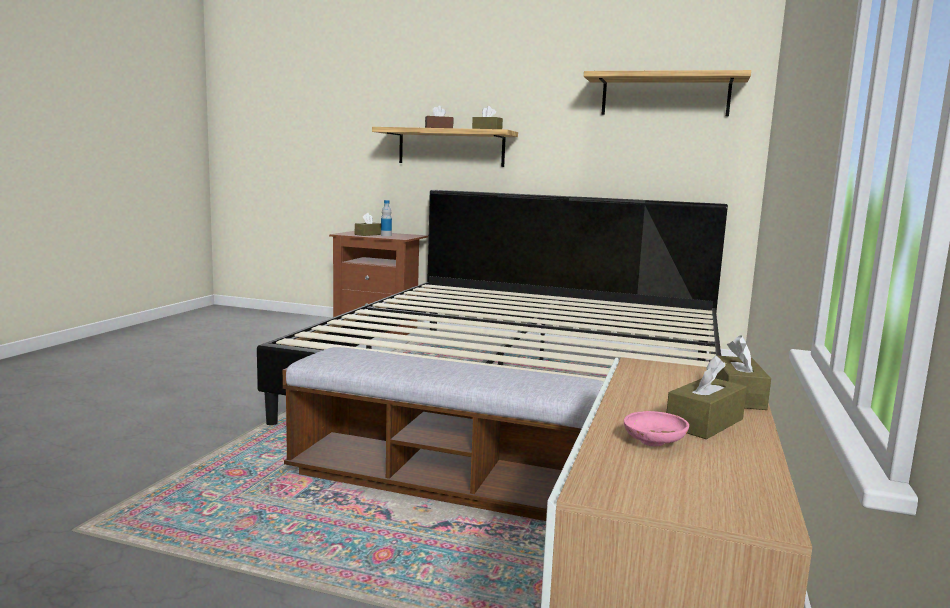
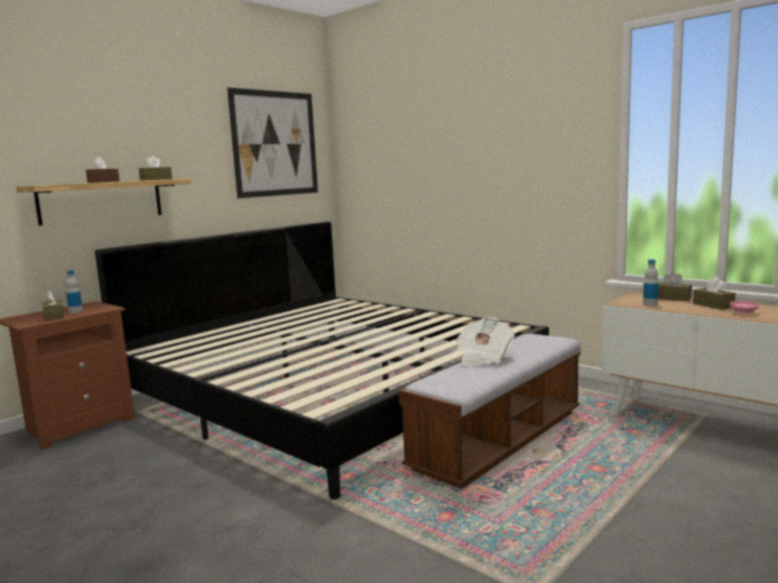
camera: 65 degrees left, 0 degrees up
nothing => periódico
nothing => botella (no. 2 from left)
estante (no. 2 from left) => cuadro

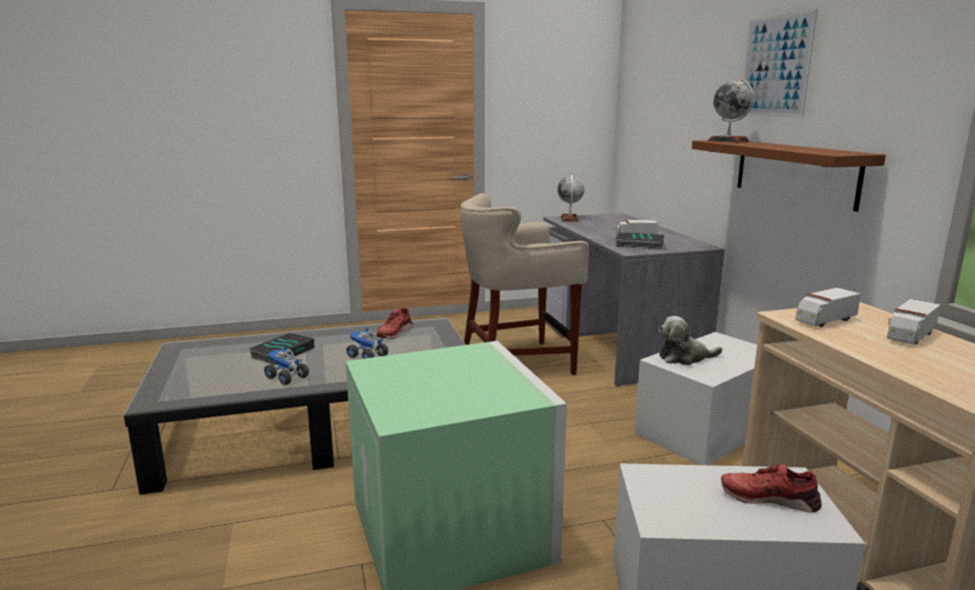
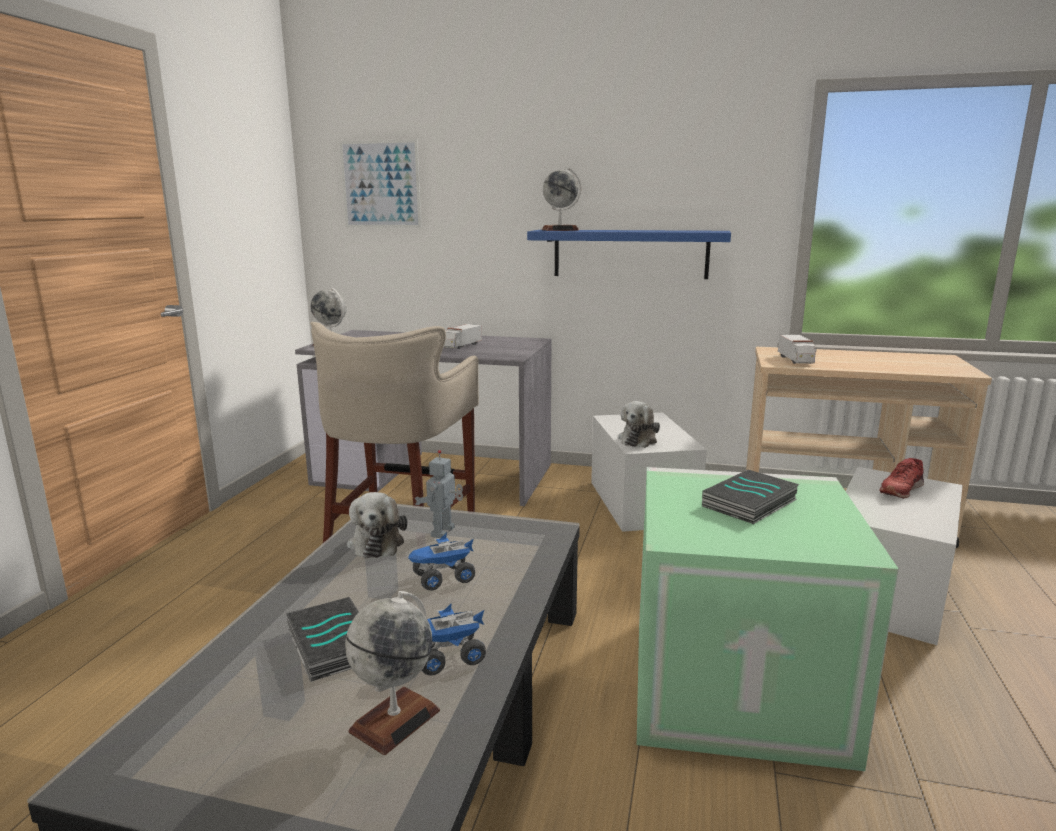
camera: 60 degrees left, 0 degrees up
camión de juguete (no. 5 from left) => nothing
nothing => globo terráqueo (no. 2 from left)
nothing => robot de juguete
libro (no. 2 from left), relocated
cuadro, relocated
zapato/rojo (no. 1 from left) => peluche (no. 1 from left)
estante/marrón => estante/azul

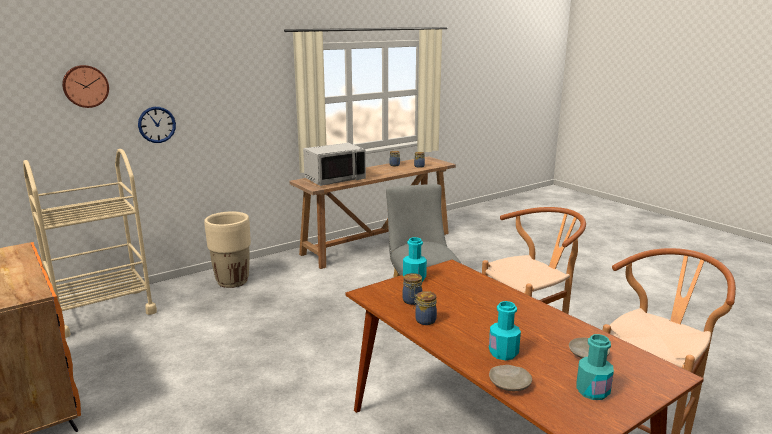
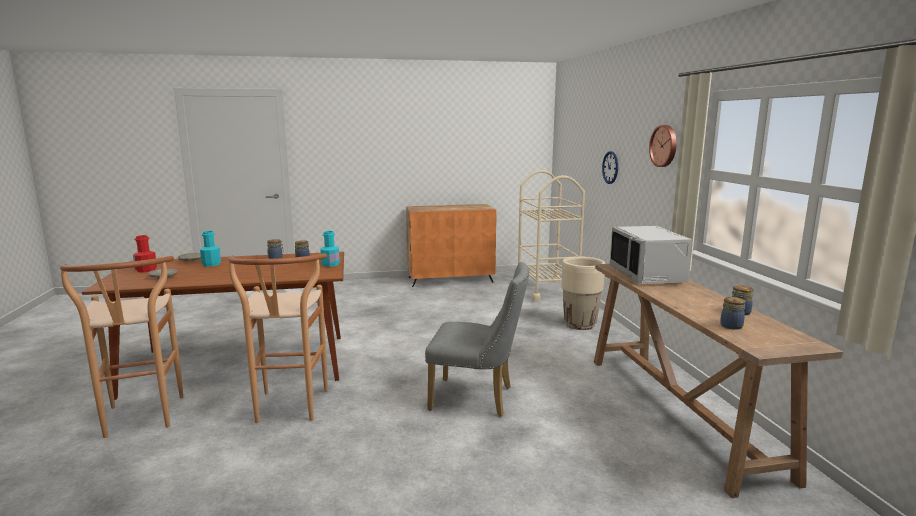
camera: 115 degrees right, 5 degrees down
reloj de pared (no. 1 from left in the first image) => reloj de pared (no. 2 from left), relocated
botella/turquesa (no. 3 from left) => botella/rojo

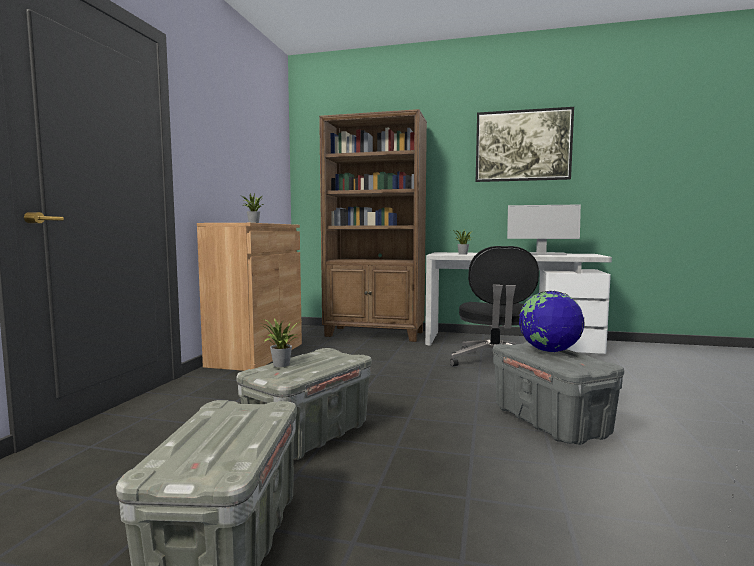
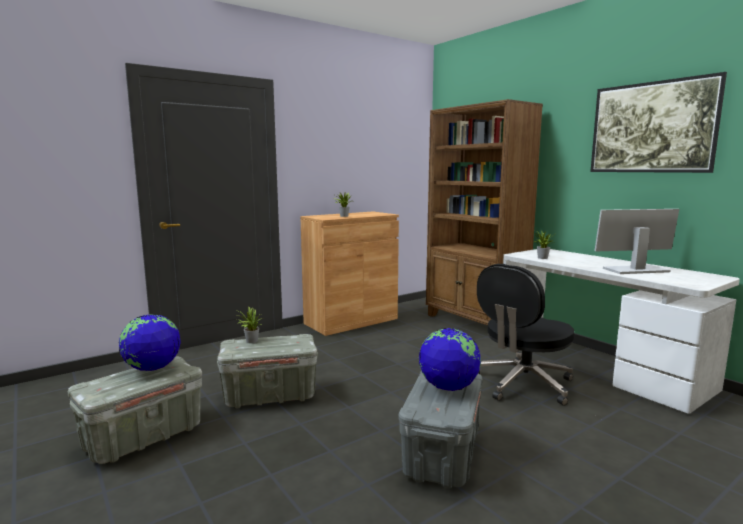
camera: 40 degrees right, 5 degrees up
nothing => globo terráqueo (no. 1 from left)
monitor, 120 degrees clockwise

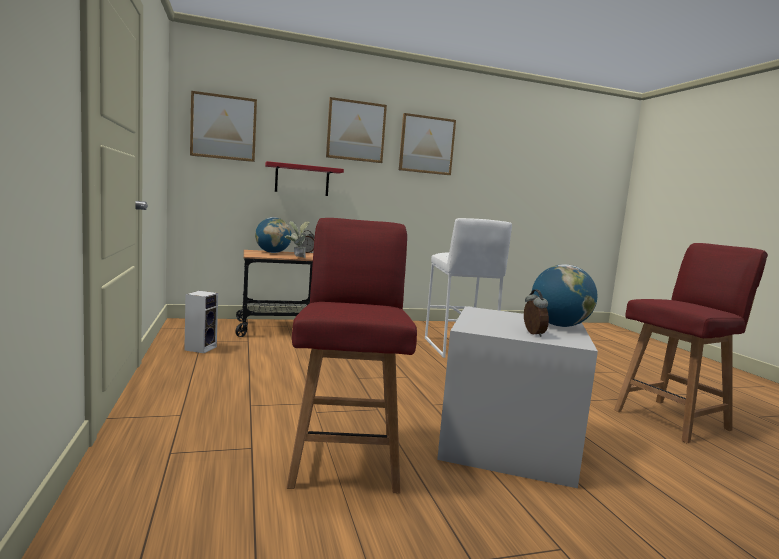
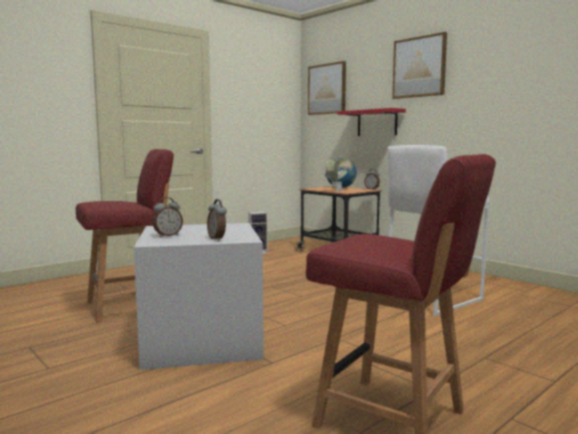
camera: 65 degrees right, 0 degrees up
cuadro (no. 3 from left) => nothing
globo terráqueo (no. 2 from left) => despertador (no. 2 from left)

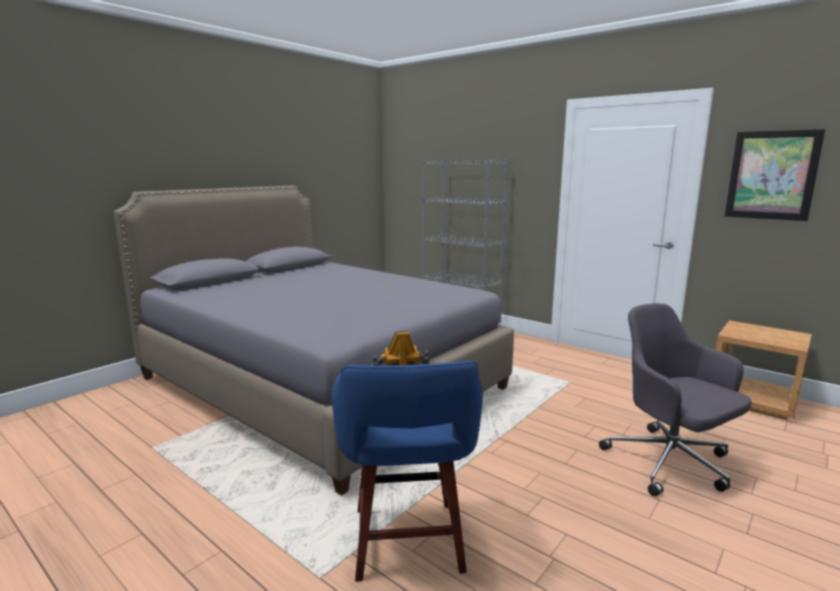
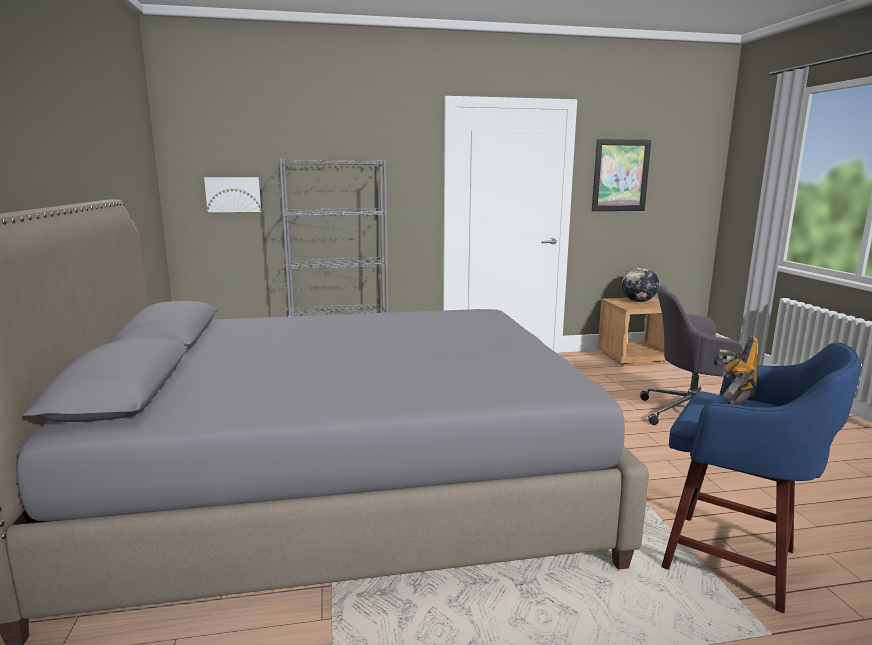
camera: 50 degrees left, 0 degrees up
nothing => cuadro (no. 1 from left)
nothing => globo terráqueo

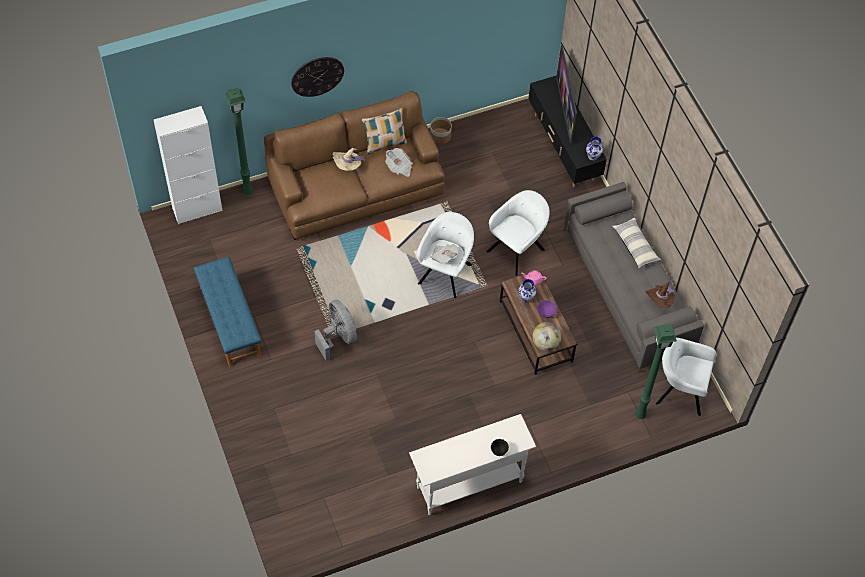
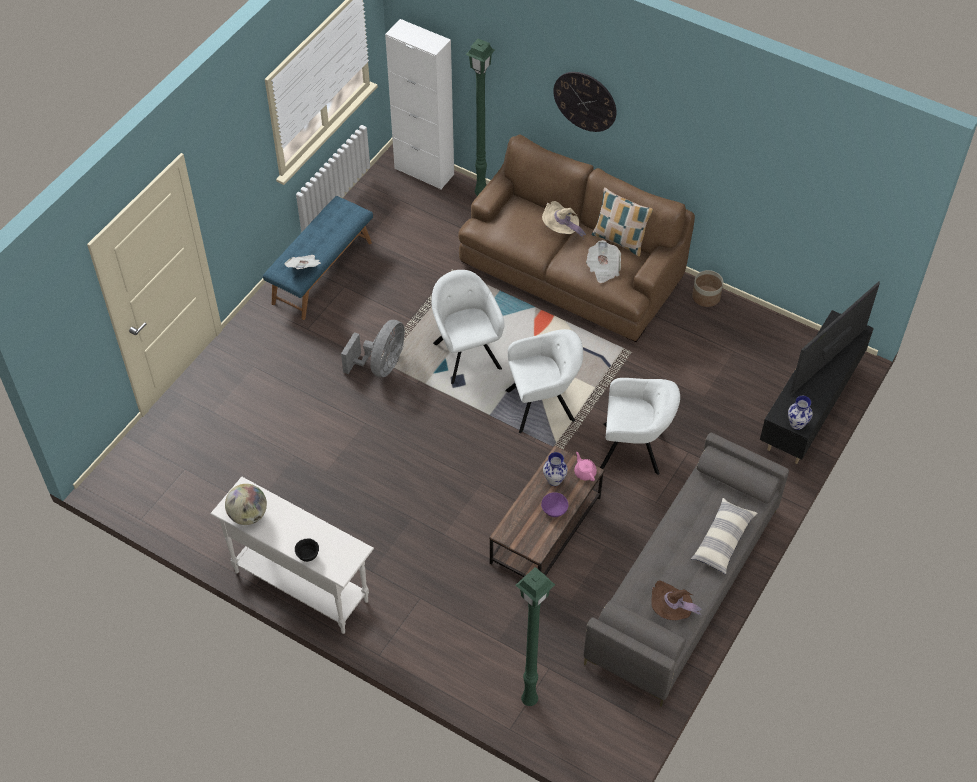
camera: 55 degrees right, 5 degrees down
periódico (no. 2 from left in the first image) => periódico (no. 1 from left), relocated
globo terráqueo, relocated
sillón/blanco (no. 3 from left in the first image) => sillón/blanco (no. 1 from left), relocated

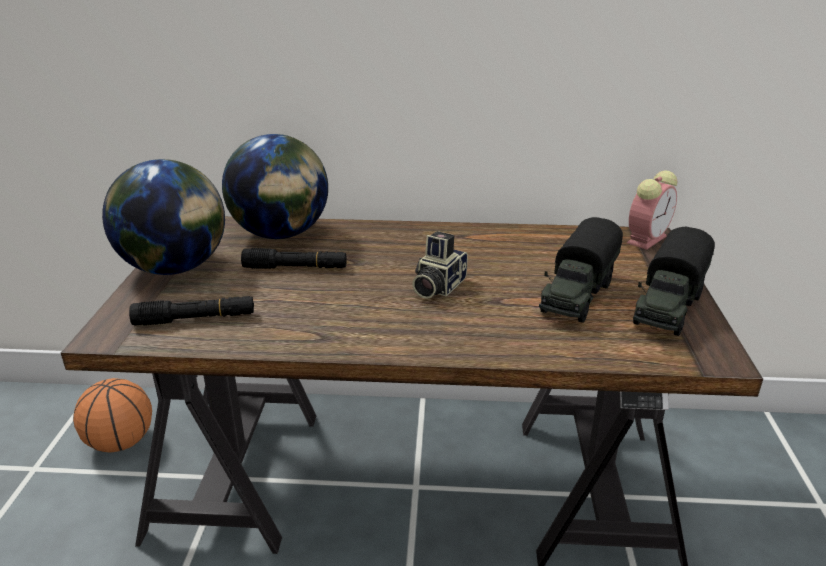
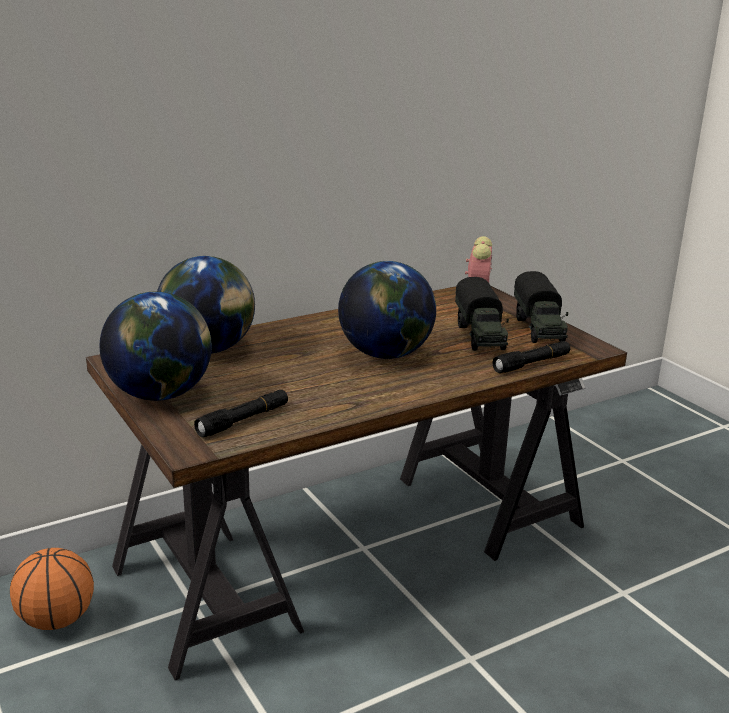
camera: 35 degrees left, 5 degrees down
linterna/negro (no. 2 from left), relocated
cámara => globo terráqueo (no. 3 from left)

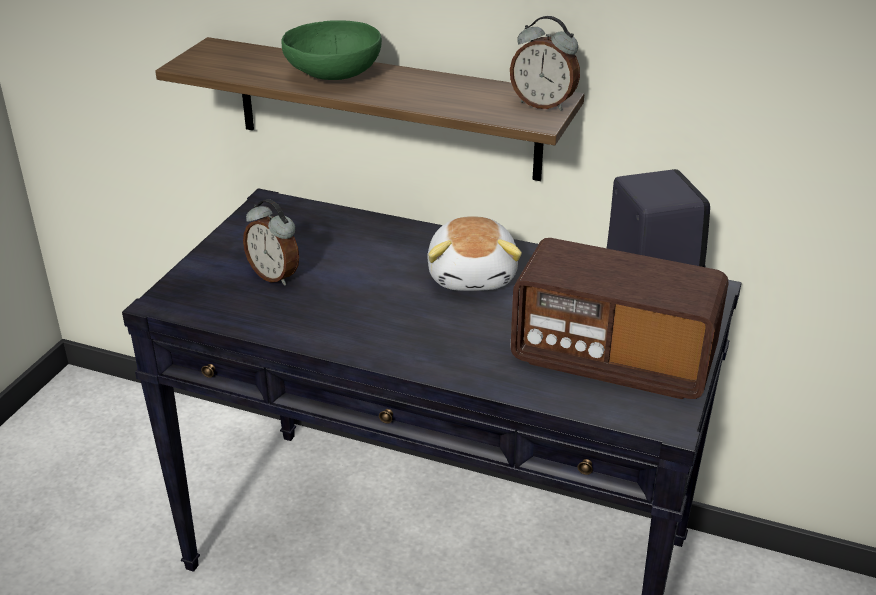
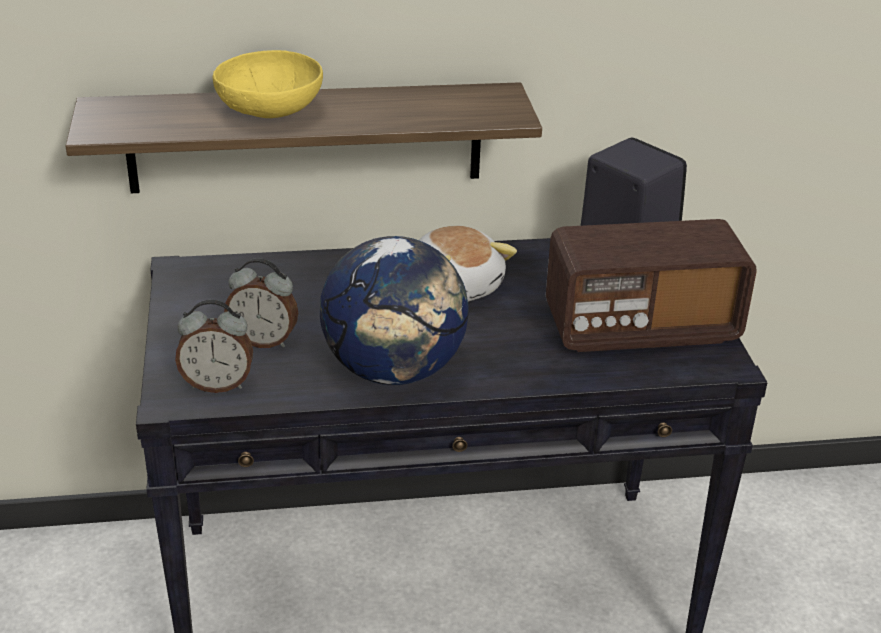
camera: 30 degrees left, 0 degrees up
nothing => globo terráqueo
despertador (no. 2 from left in the first image) => despertador (no. 1 from left), relocated
cuenco/verde => cuenco/amarillo

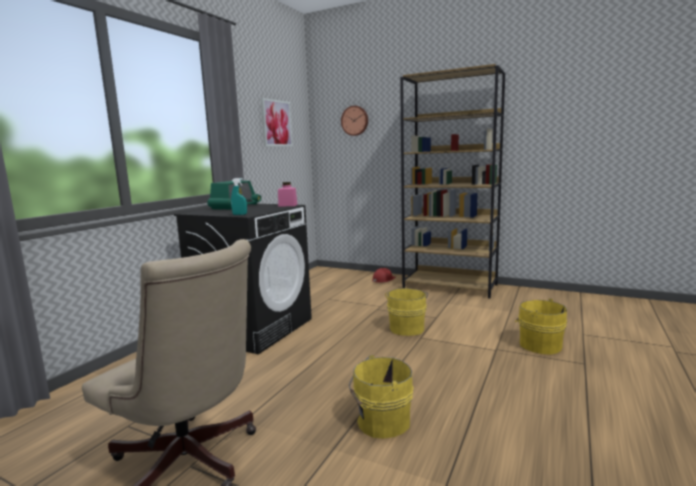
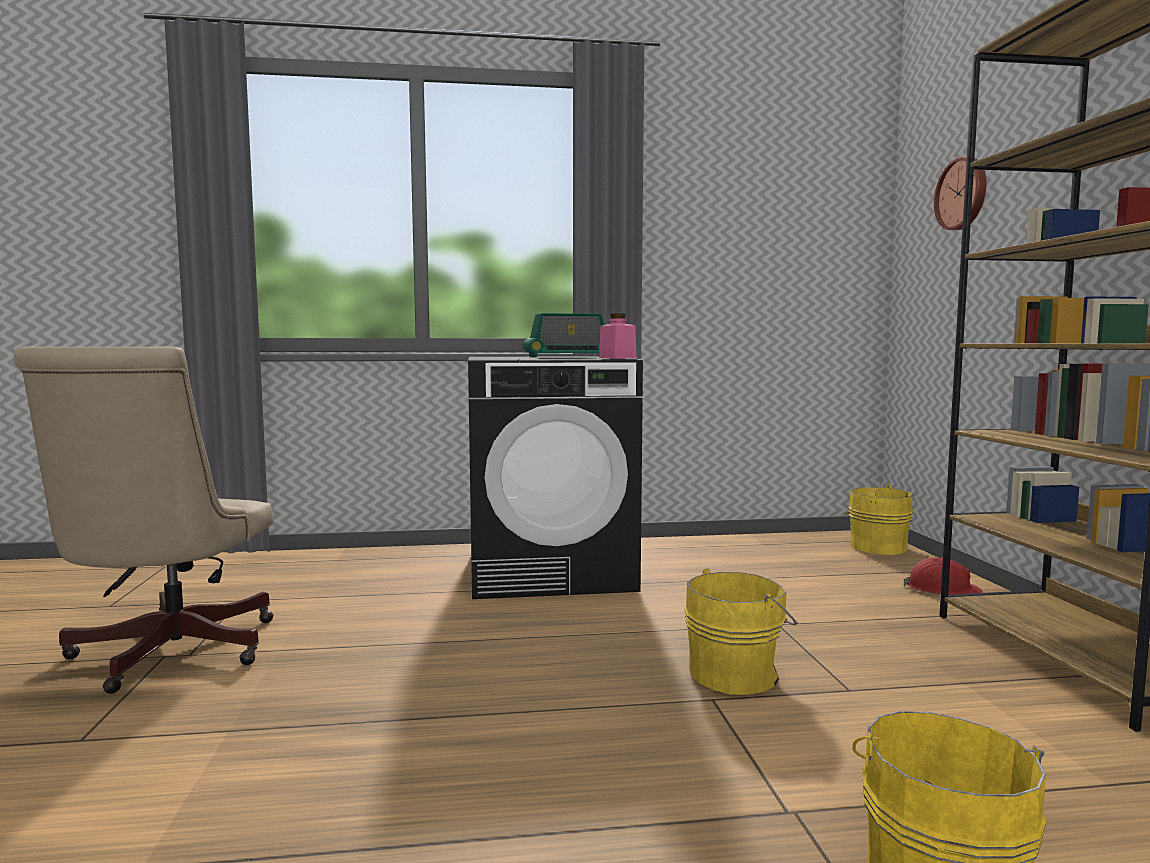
camera: 55 degrees right, 5 degrees down
pulverizador/turquesa => nothing
cuadro => nothing
cubo/amarillo (no. 1 from left in the first image) => cubo/amarillo (no. 2 from left), relocated

